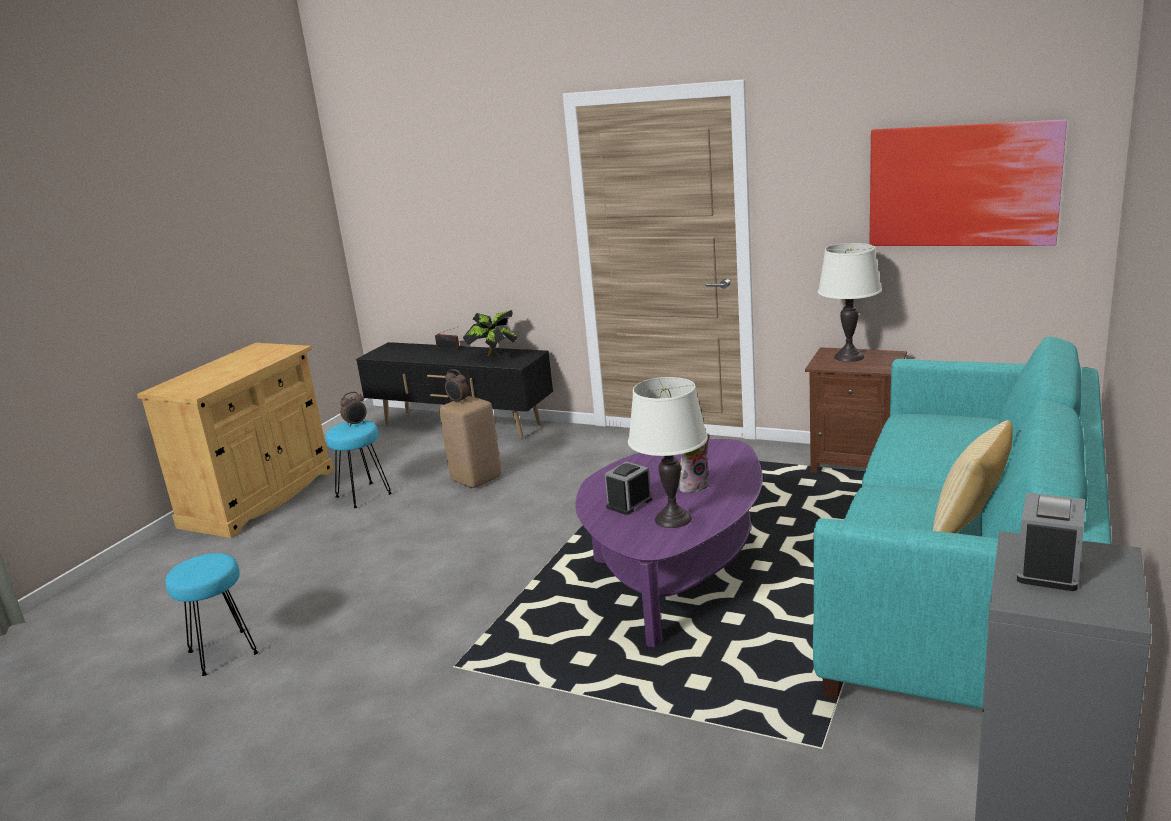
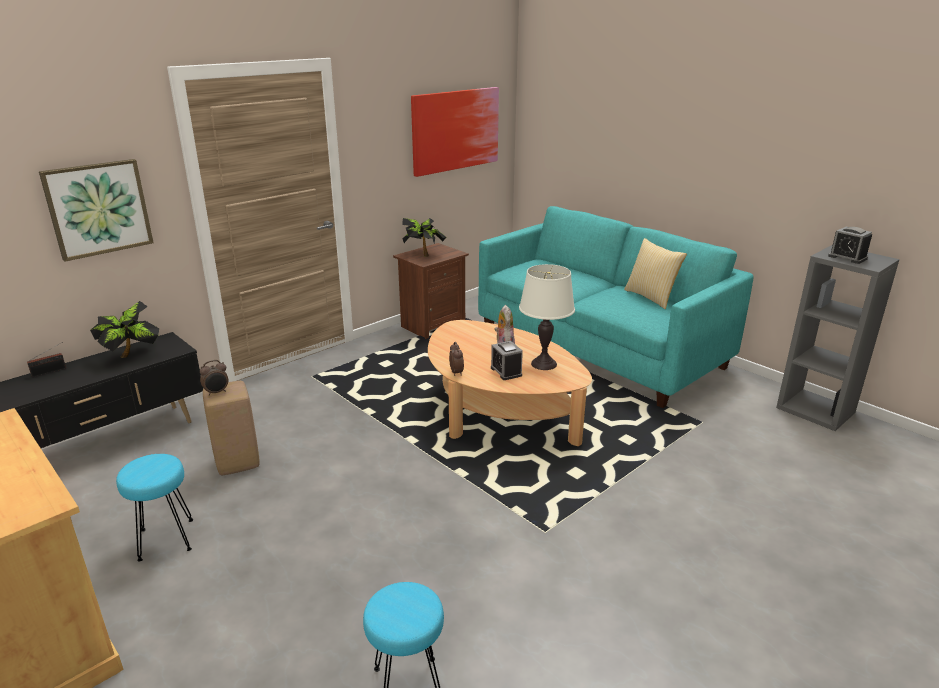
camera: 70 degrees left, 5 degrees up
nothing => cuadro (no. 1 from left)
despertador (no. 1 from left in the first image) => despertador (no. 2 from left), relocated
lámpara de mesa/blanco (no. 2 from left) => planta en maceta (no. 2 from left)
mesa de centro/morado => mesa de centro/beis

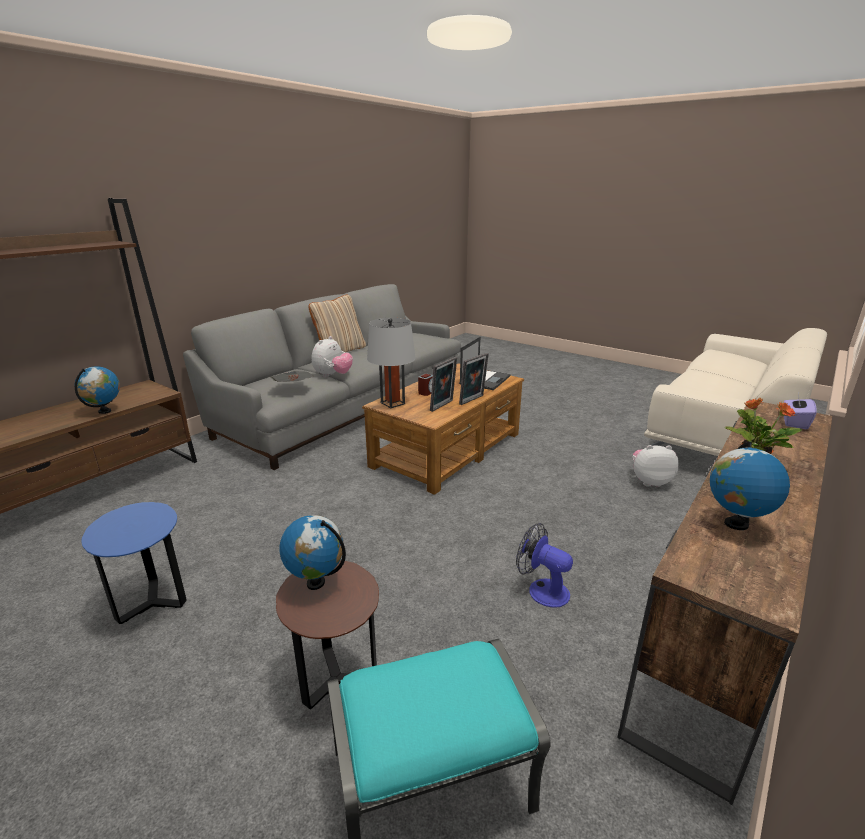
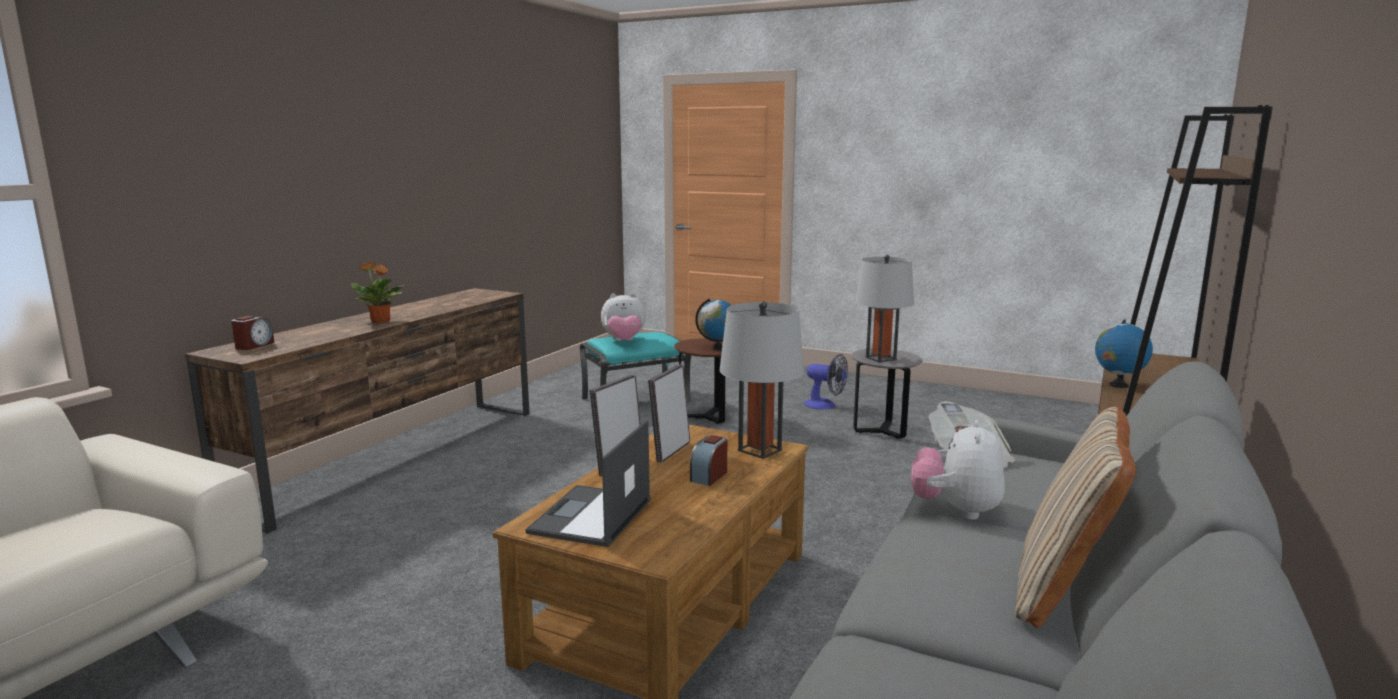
camera: 170 degrees right, 10 degrees down
globo terráqueo (no. 3 from left) => nothing
nothing => lámpara de mesa/gris (no. 2 from left)
ventilador, relocated
peluche (no. 2 from left in the first image) => peluche (no. 1 from left), relocated
caja de pañuelos/morado => despertador (no. 1 from left)
mesa auxiliar/azul => mesa auxiliar/gris

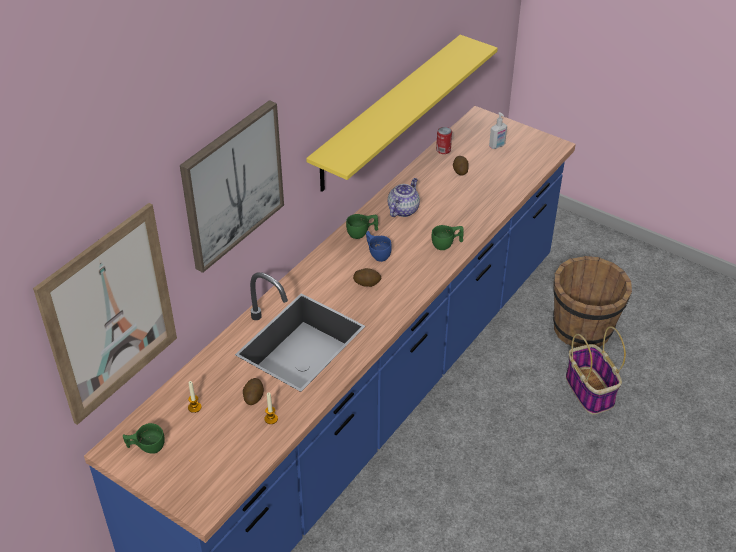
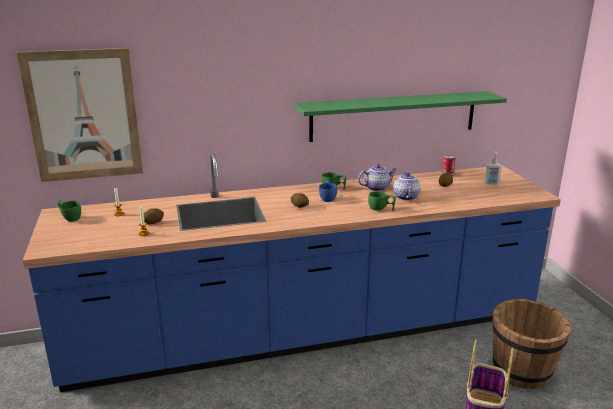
camera: 40 degrees right, 20 degrees down
cuadro (no. 2 from left) => nothing
nothing => tetera (no. 2 from left)
estante/amarillo => estante/verde

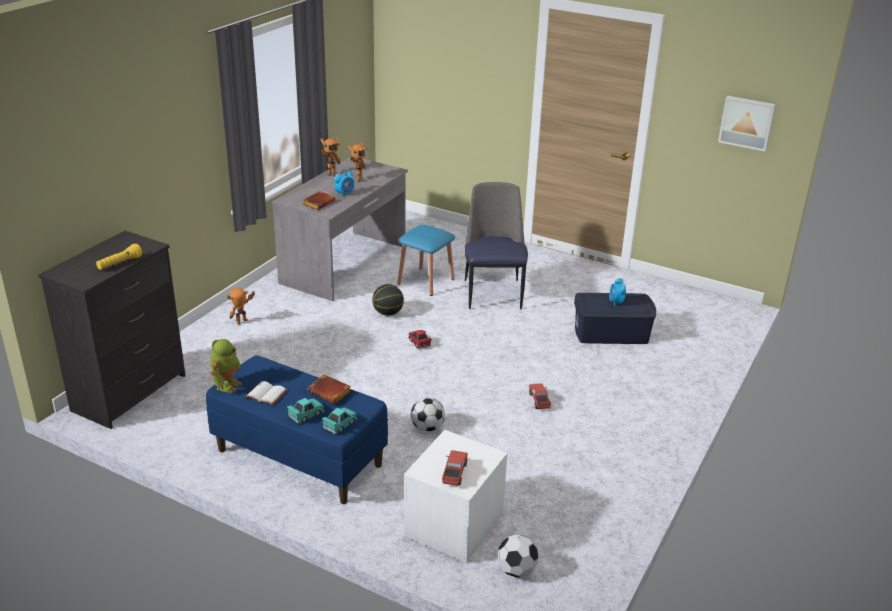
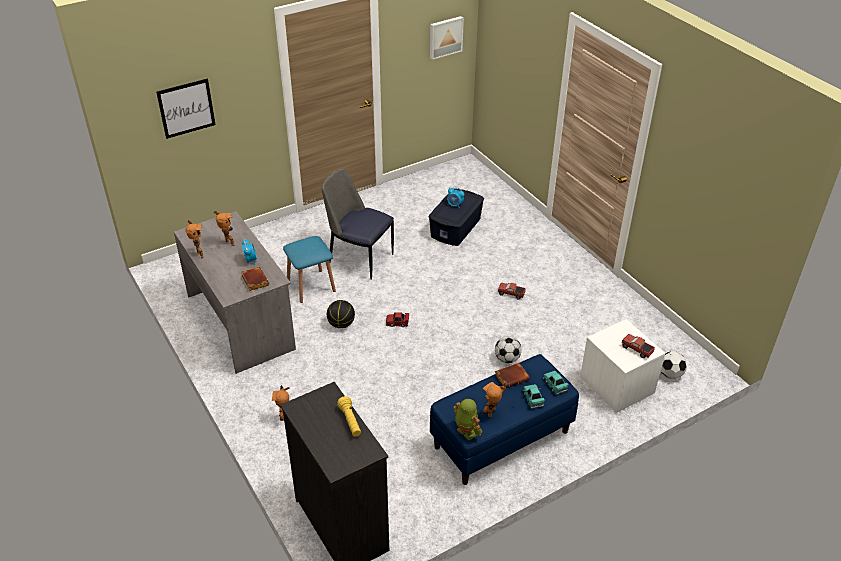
camera: 60 degrees left, 10 degrees up
nothing => cuadro (no. 1 from left)
libro/blanco => robot de juguete (no. 5 from left)

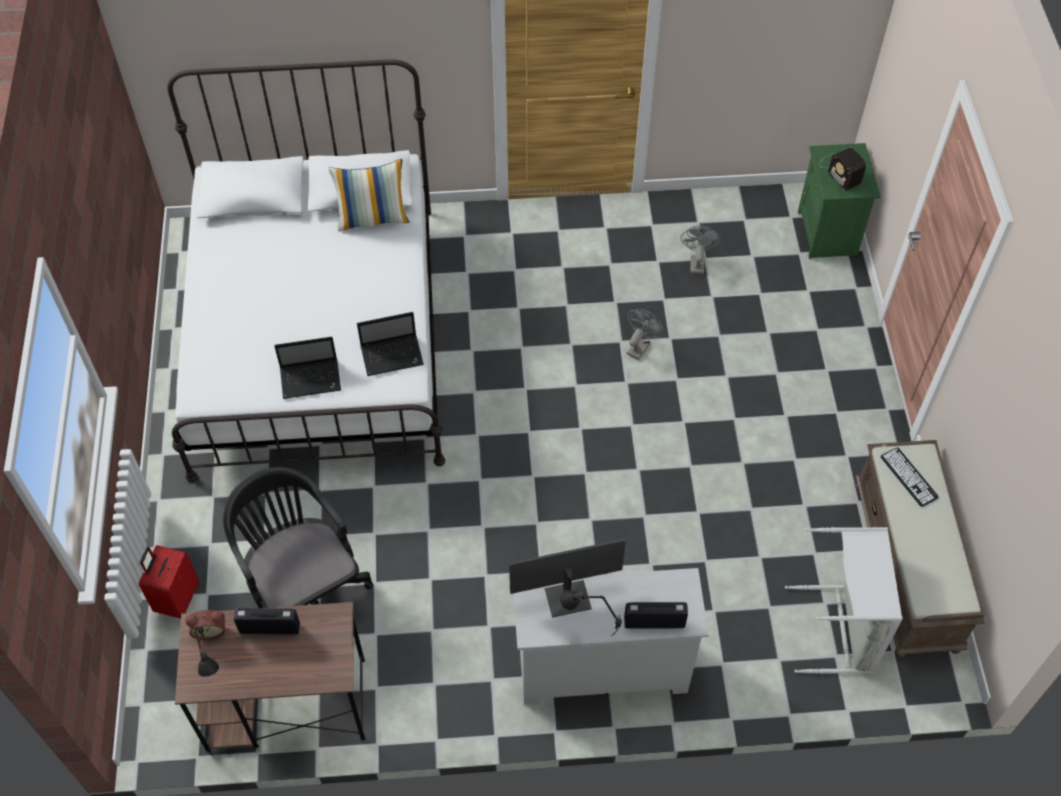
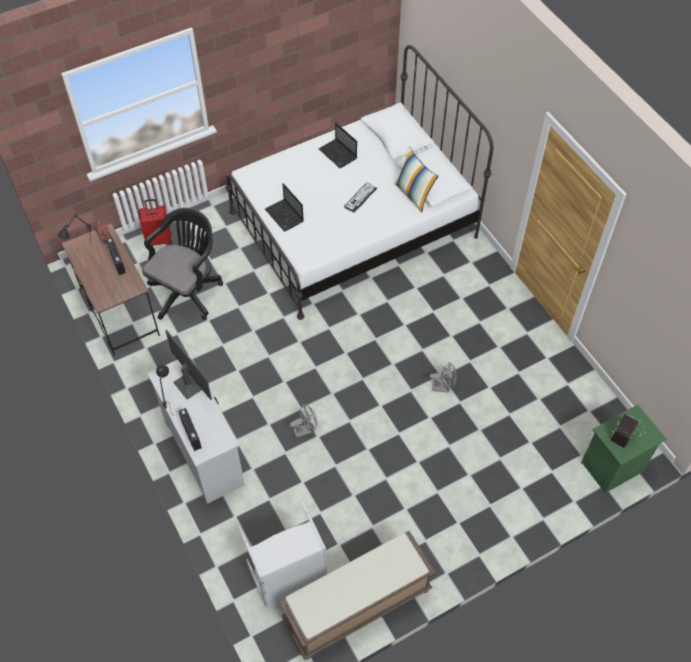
camera: 65 degrees right, 0 degrees up
portátil (no. 2 from left), relocated
ventilador/gris (no. 2 from left in the first image) => ventilador/gris (no. 1 from left), relocated
teclado, relocated

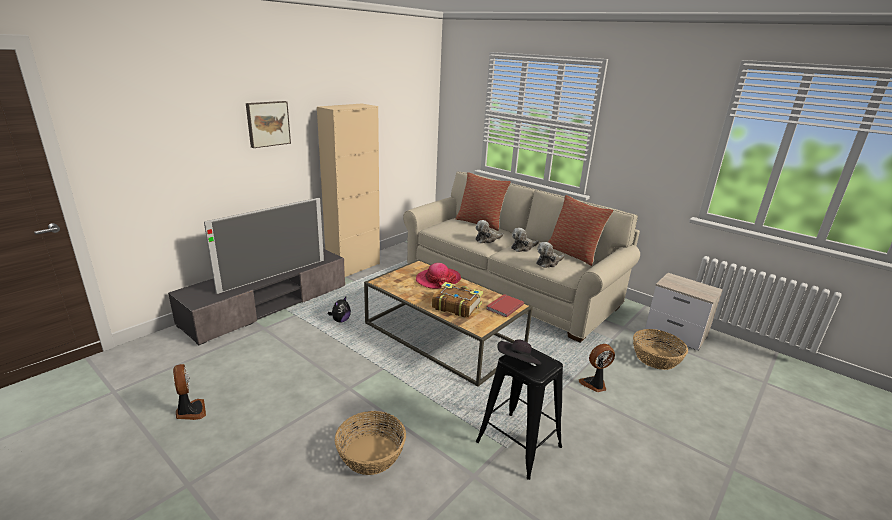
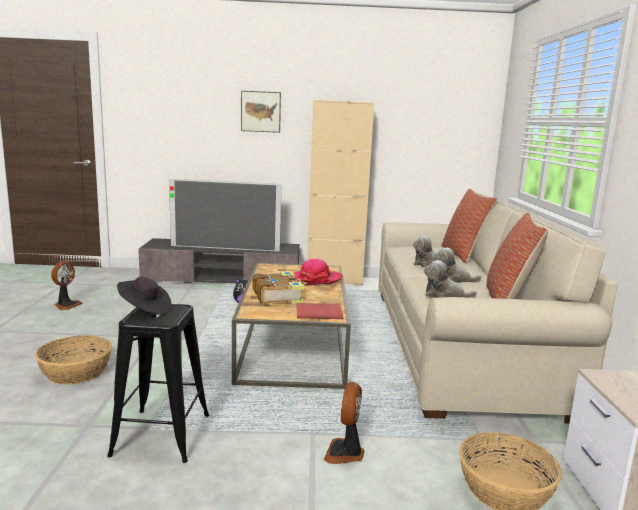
camera: 50 degrees right, 10 degrees down
ventilador (no. 2 from left), 105 degrees counterclockwise

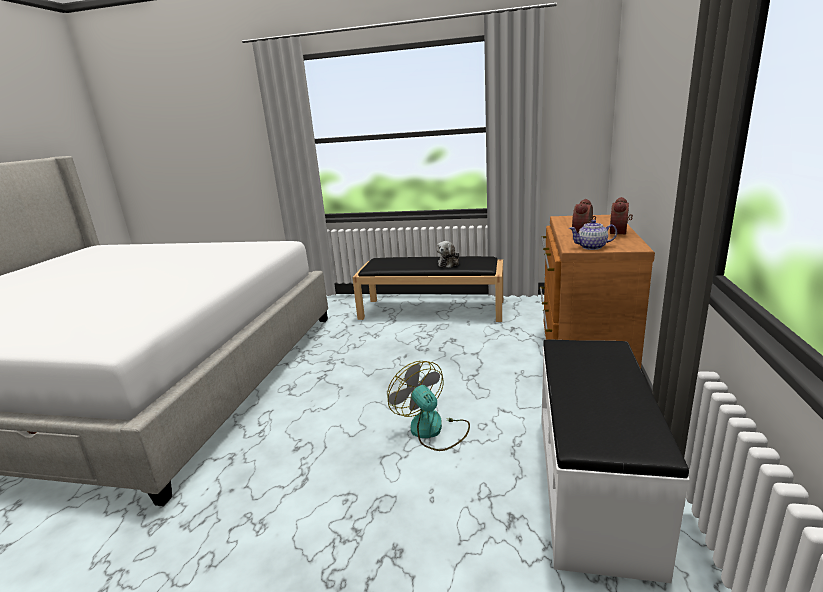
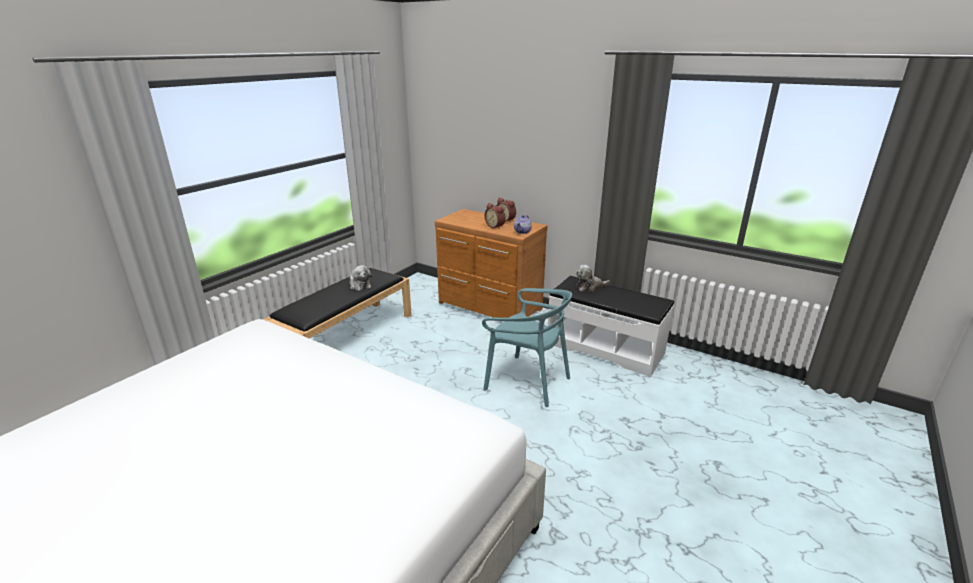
camera: 70 degrees left, 5 degrees up
nothing => peluche (no. 2 from left)
ventilador => silla/turquesa

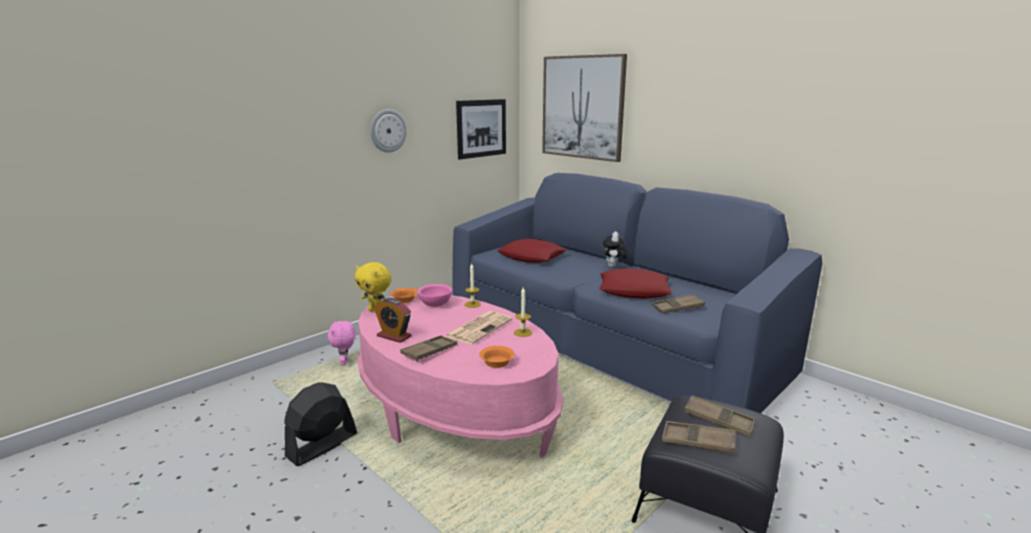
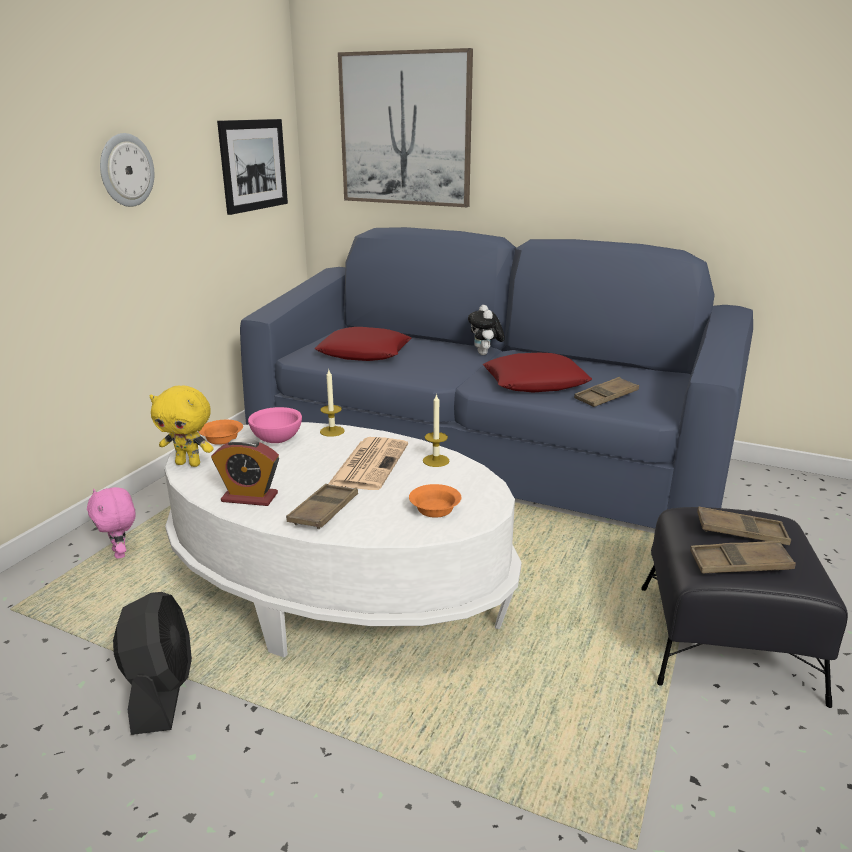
camera: 20 degrees left, 5 degrees up
mesa de centro/rosa => mesa de centro/blanco
ventilador/negro, 150 degrees clockwise

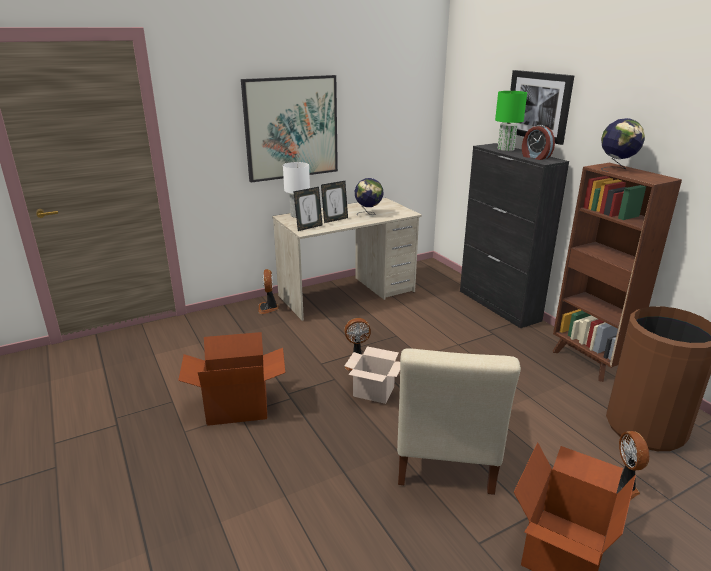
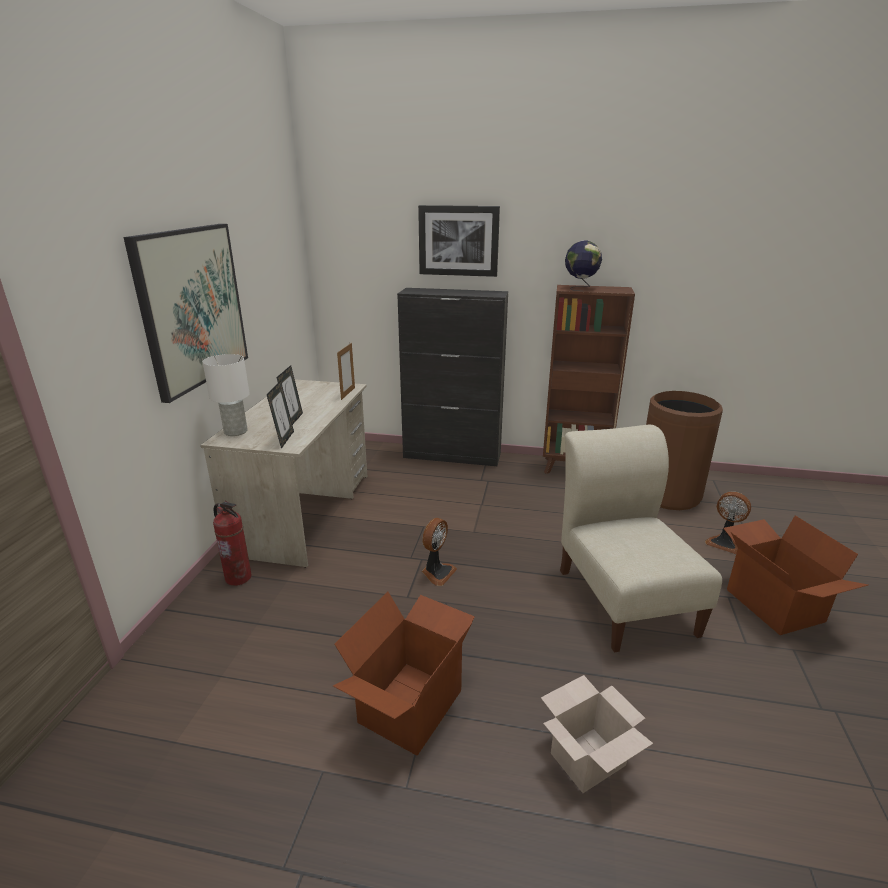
camera: 50 degrees left, 0 degrees up
globo terráqueo (no. 1 from left) => nothing
lámpara de mesa/verde => nothing
despertador => nothing
nothing => portarretratos (no. 3 from left)
caja de cartón (no. 2 from left), relocated
ventilador (no. 1 from left) => extintor
silla/beis, 150 degrees counterclockwise

